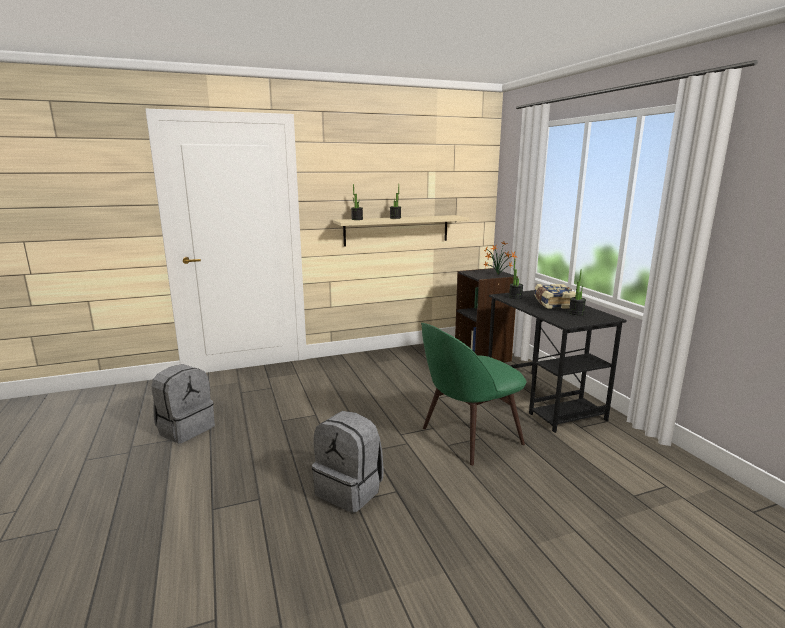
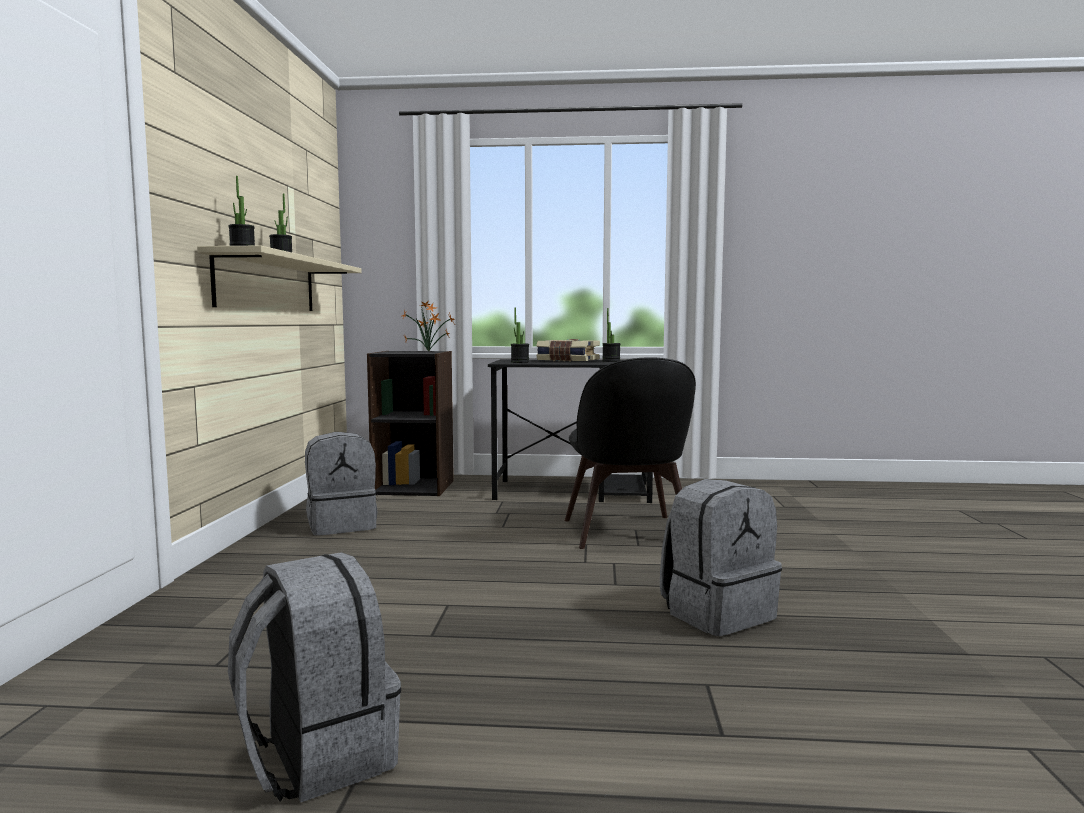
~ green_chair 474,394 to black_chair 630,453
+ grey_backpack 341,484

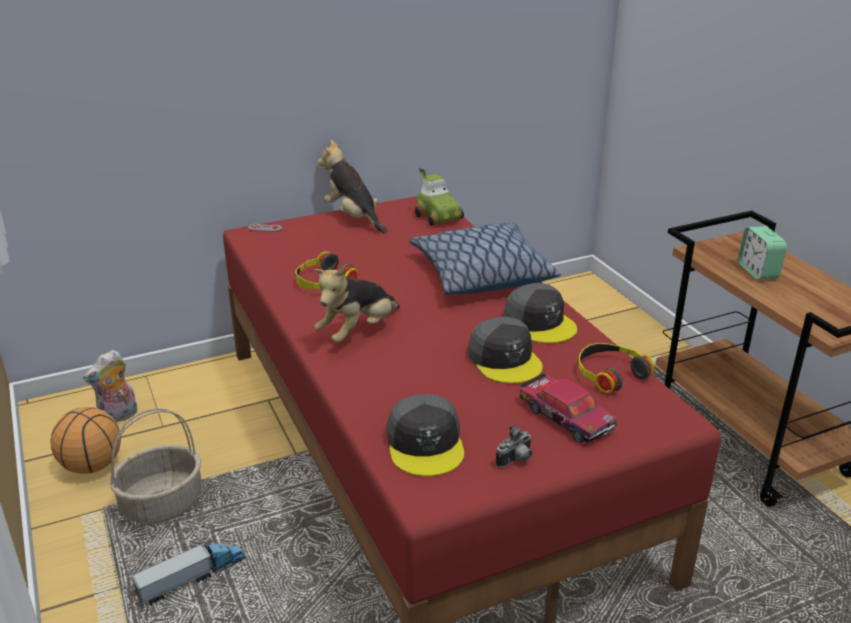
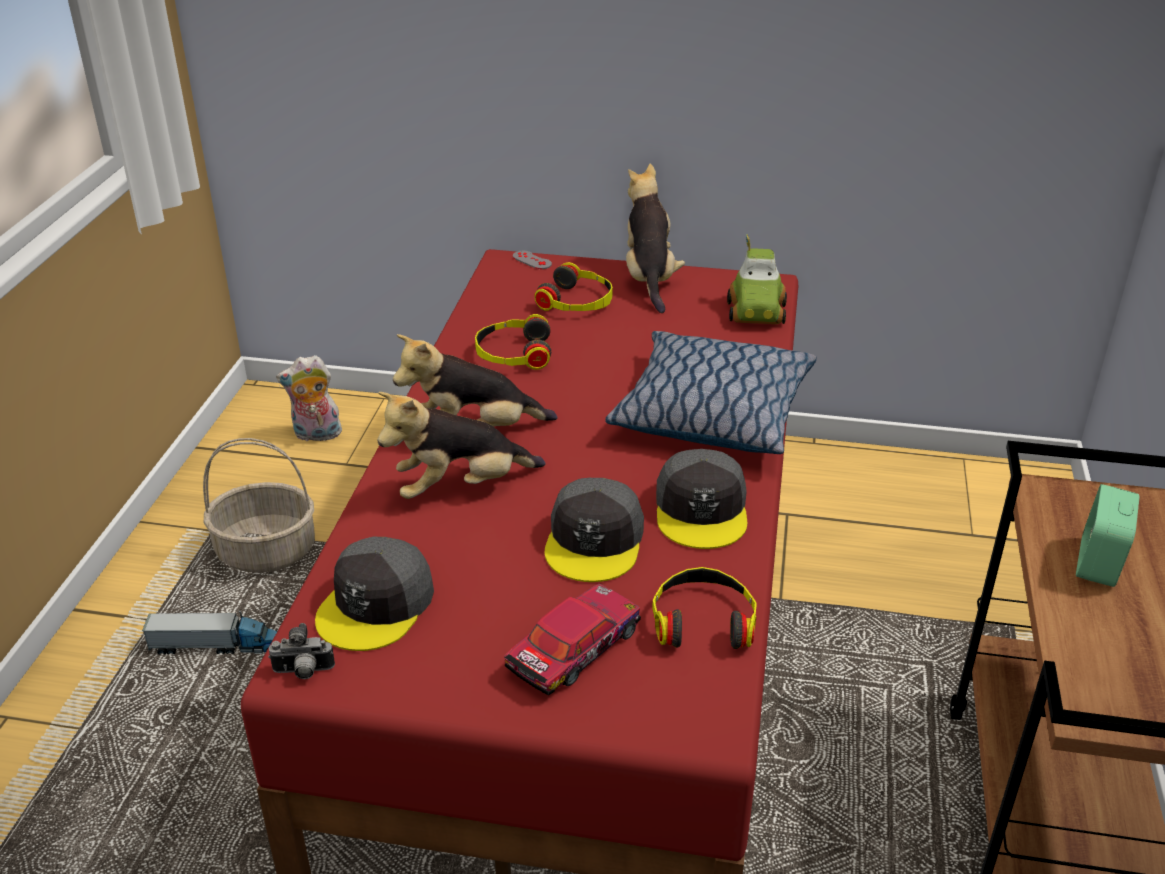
- basketball 85,440
~ photo_camera 514,446 to 301,651
~ toy_car 568,409 = 572,639 135 degrees counterclockwise
+ plush_toy 461,445
+ headphones 573,286

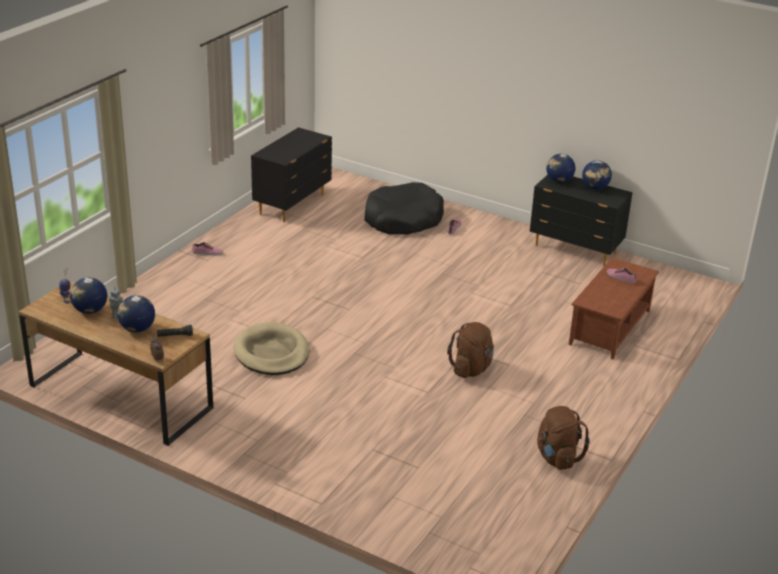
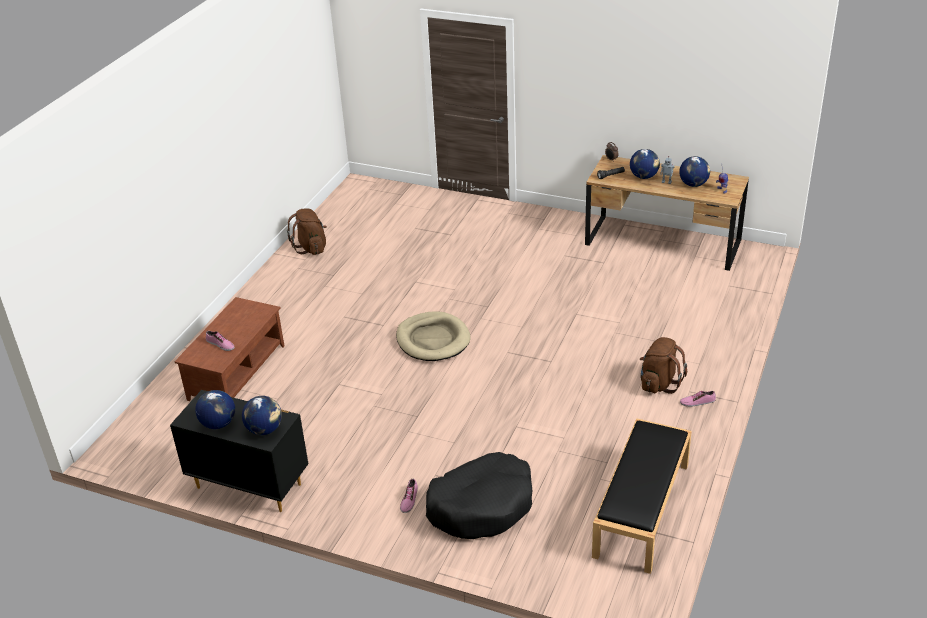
~ beige_dog_bed 271,348 to 433,336
~ black_dresser 291,174 to black_bench 642,496
~ brown_backpack 470,350 to 663,365

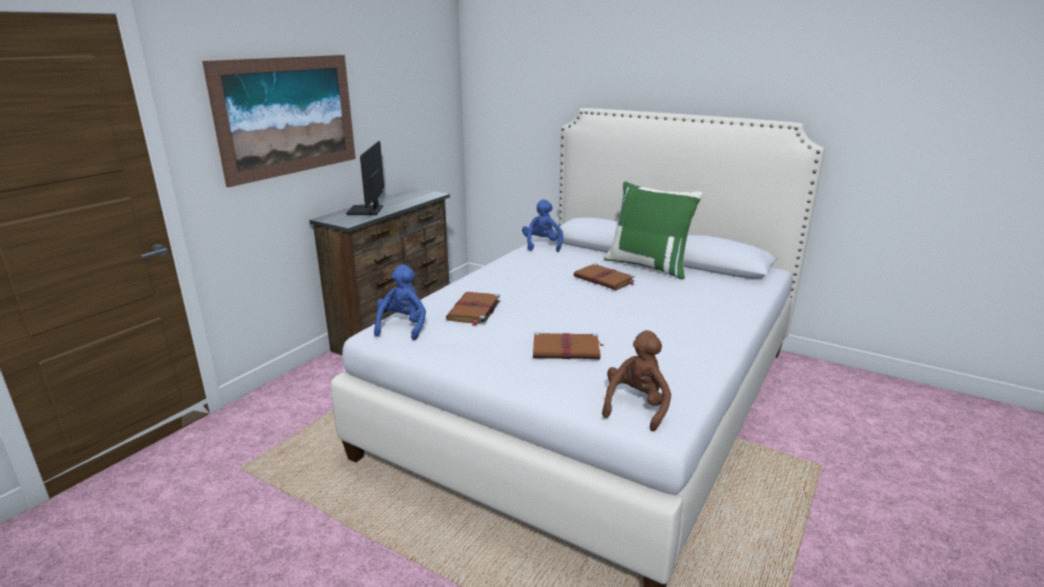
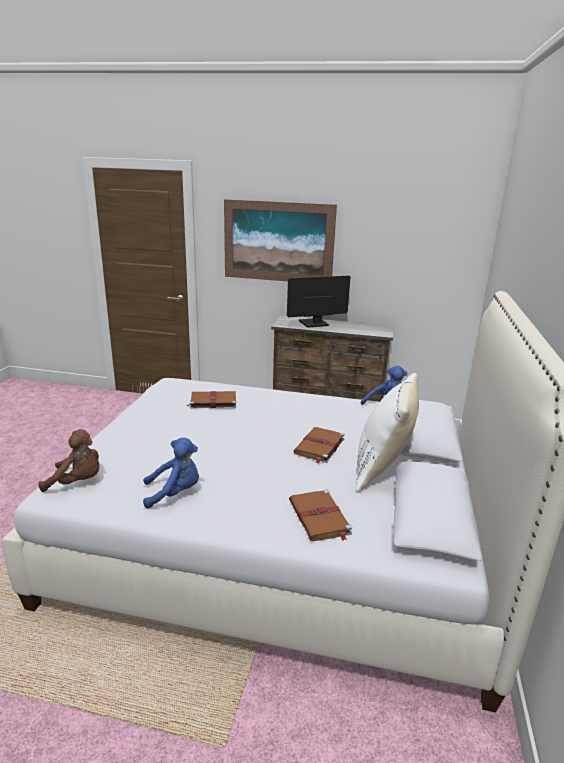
~ blue_plush_toy 400,302 to 171,473
~ brown_book 568,346 to 320,515
~ green_pillow 653,230 to white_pillow 387,432

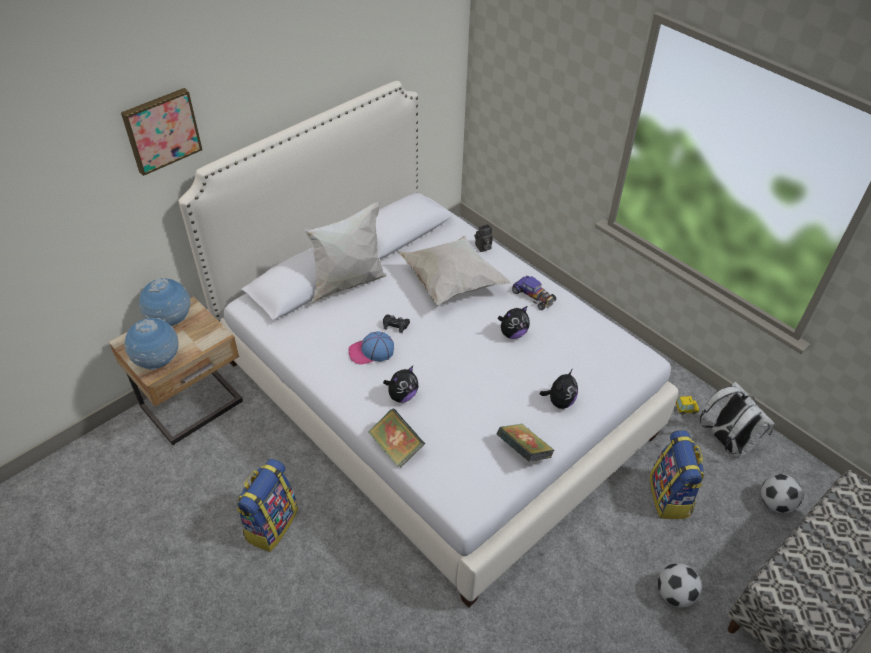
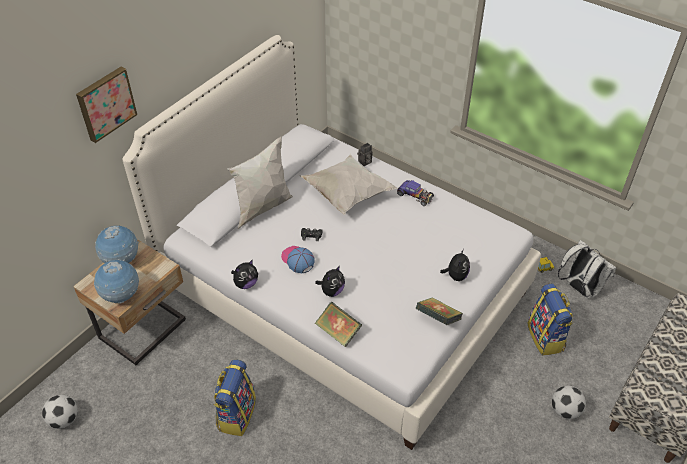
~ cap 371,348 = 298,259 75 degrees clockwise
~ plush_toy 514,322 to 244,274
~ football 782,493 to 60,412

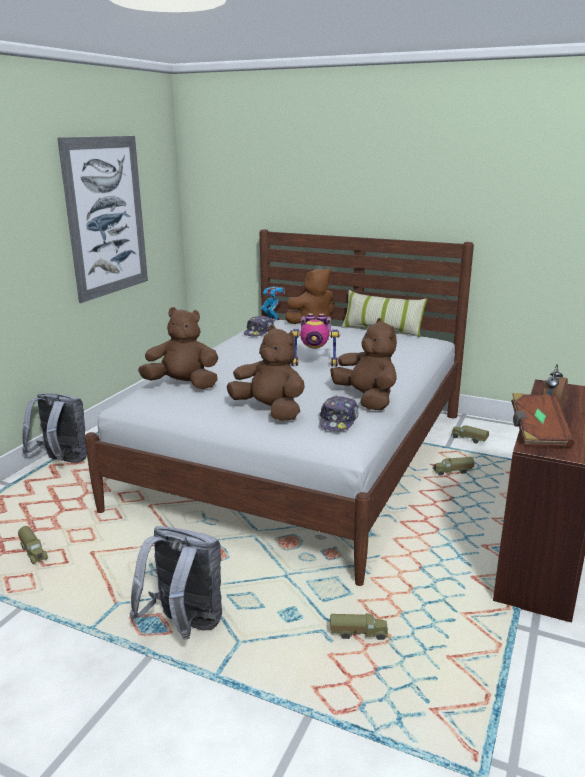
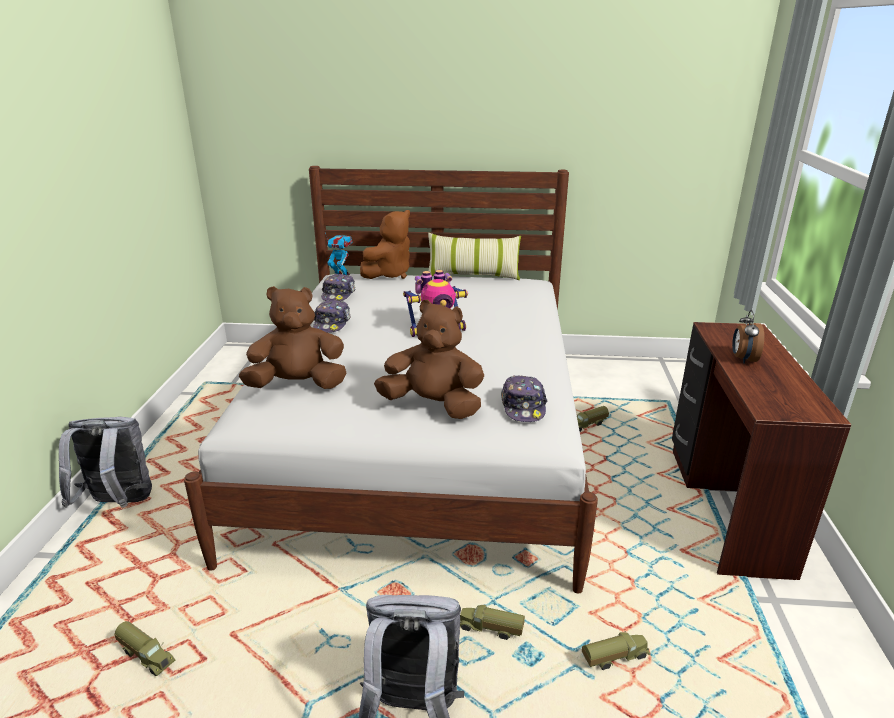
- picture 102,219
- brown_plush_toy 363,364
~ toy_truck 470,434 to 492,622
- brown_book 542,420
+ cap 332,316

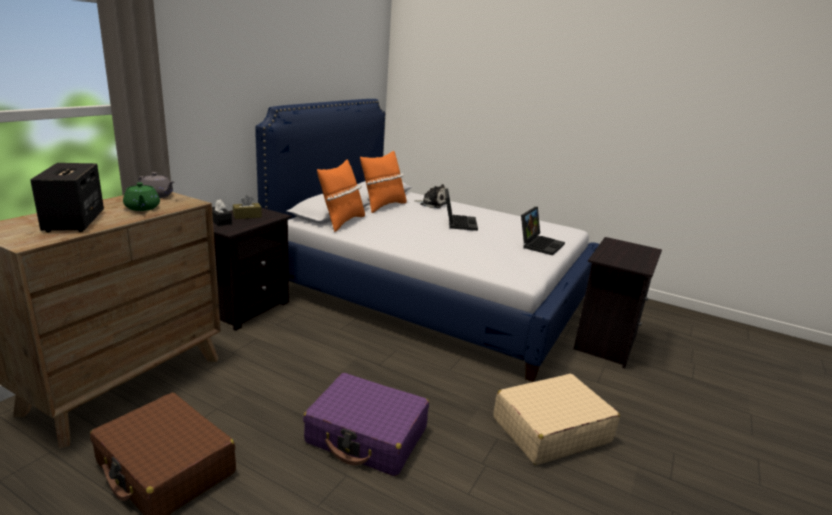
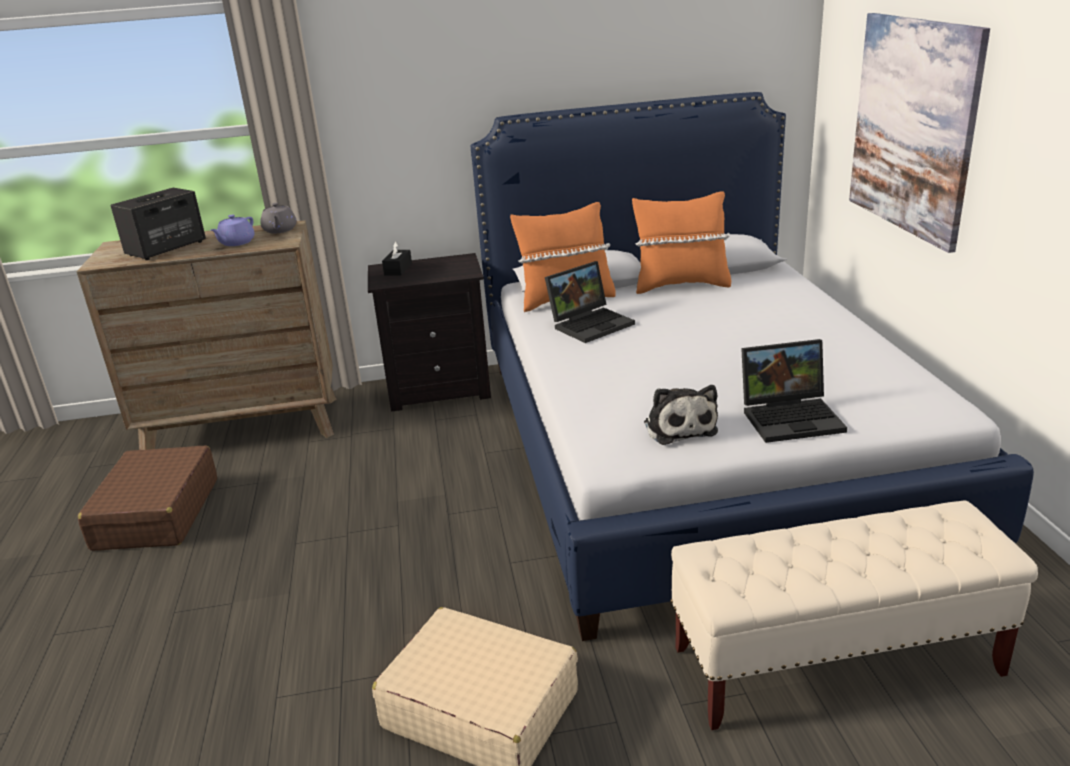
~ green_teapot 141,196 to purple_teapot 232,230
- brown_tissue_box 247,207
- purple_suitcase 366,424
~ plush_toy 430,196 to 681,415
~ laptop 461,209 to 590,302
~ black_nightstand 618,303 to beige_bench 854,615
+ picture 919,133

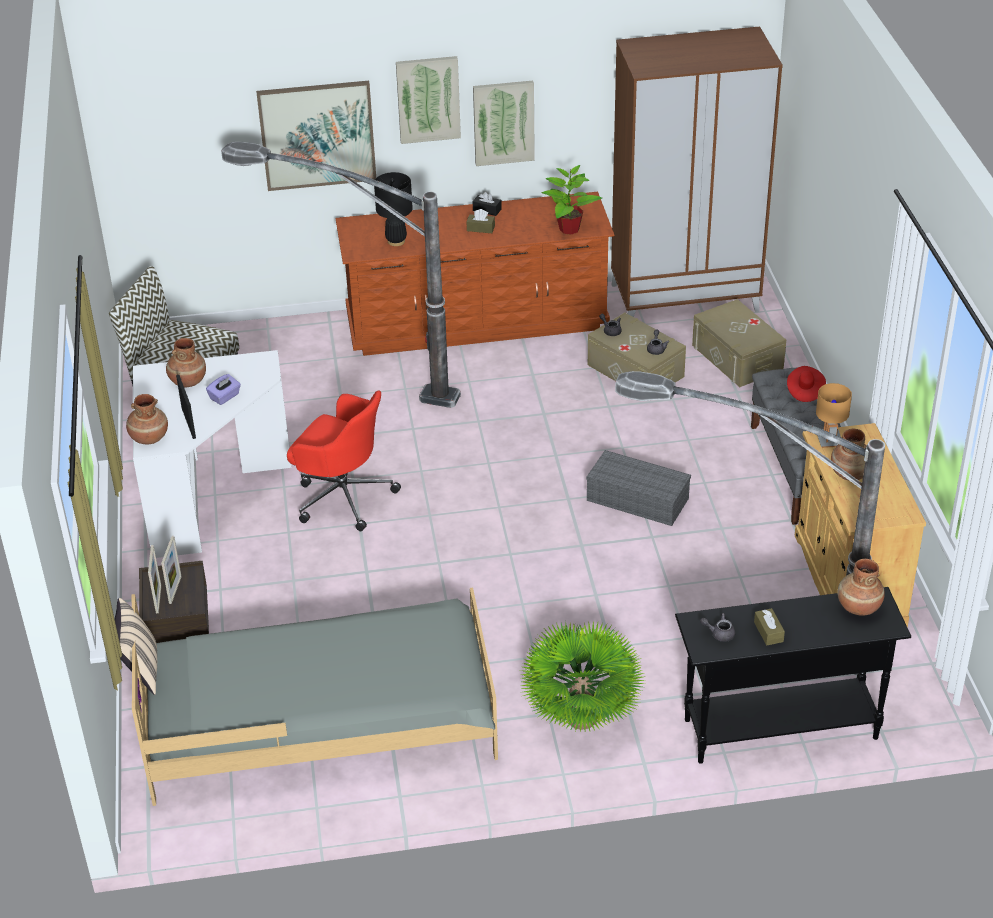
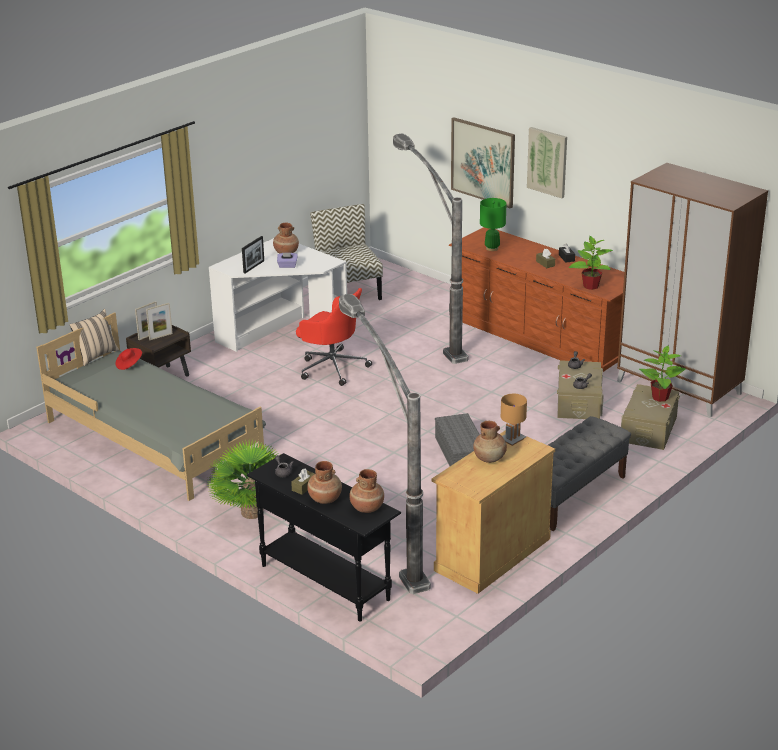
~ brown_vase 147,419 to 324,482
~ red_office_chair 344,460 = 334,337 45 degrees counterclockwise
~ black_table_lamp 393,209 to green_table_lamp 493,224
- picture 504,123
~ red_hat 806,384 to 128,359
+ potted_plant 662,374

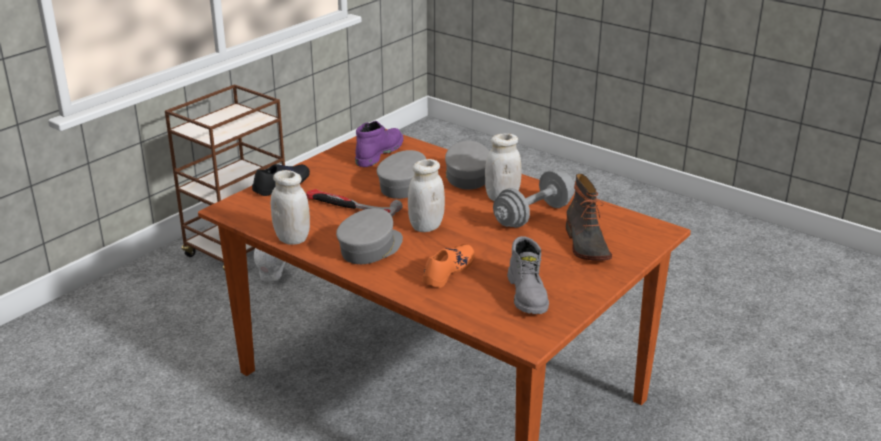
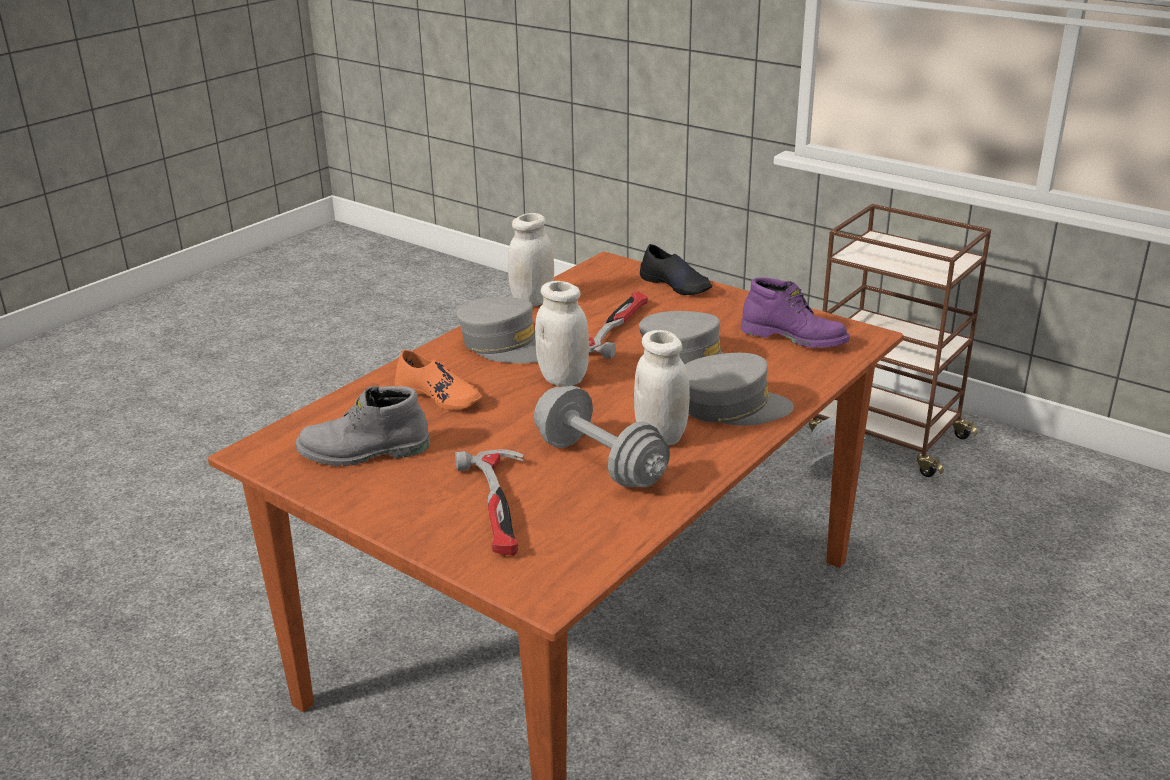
~ boot 589,217 to hammer 489,502

